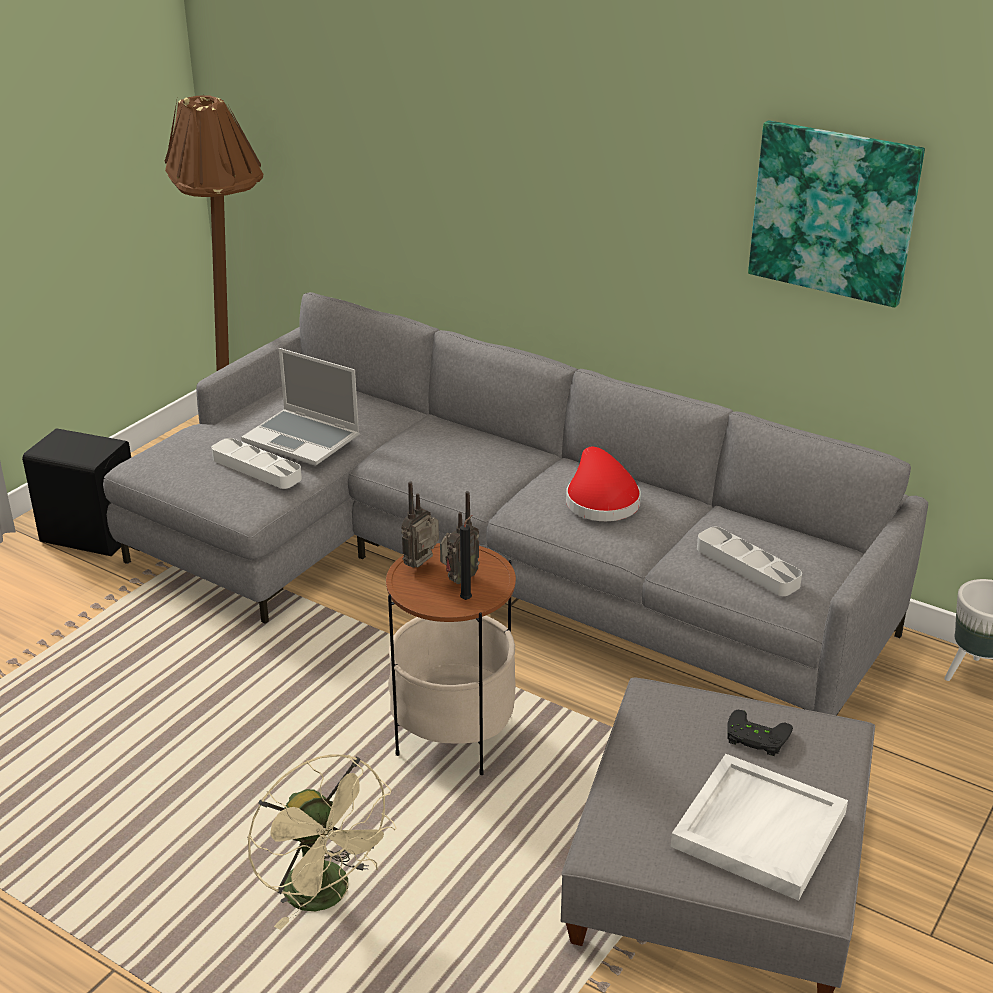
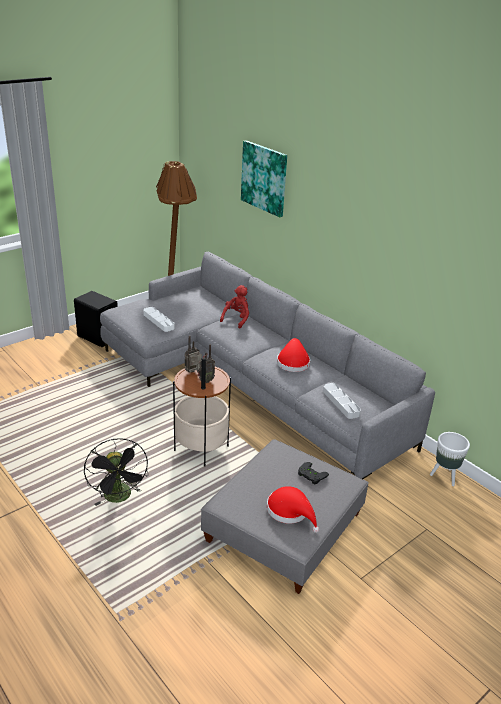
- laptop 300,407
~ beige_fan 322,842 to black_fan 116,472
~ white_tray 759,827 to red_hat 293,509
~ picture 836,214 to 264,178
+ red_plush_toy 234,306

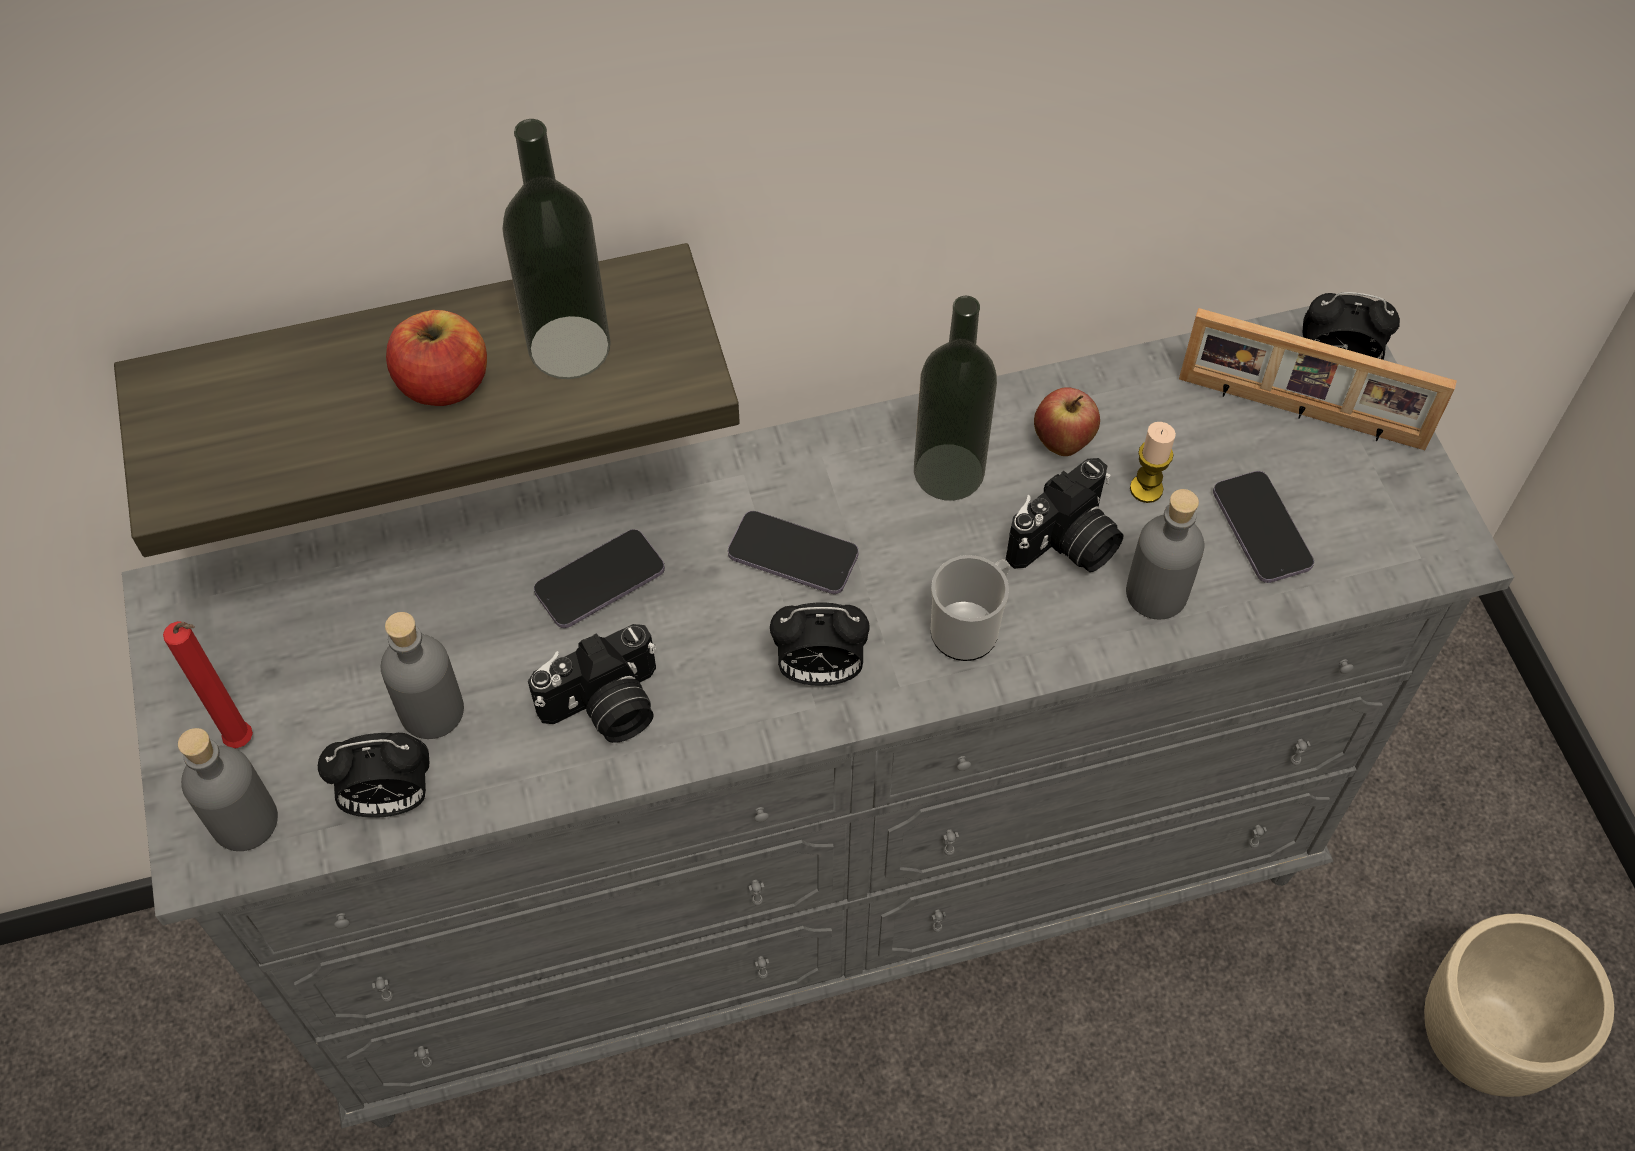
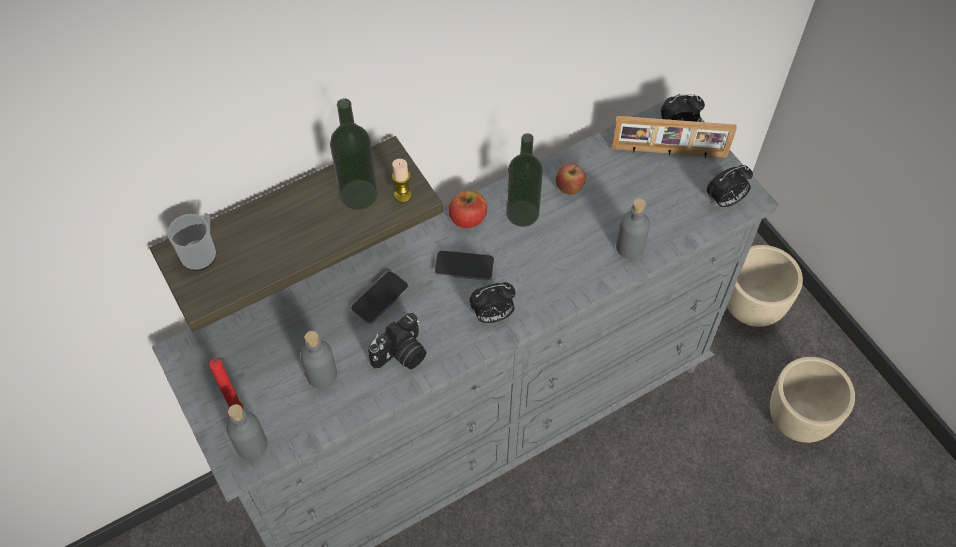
~ alarm_clock 373,775 to 730,186
~ apple 436,358 to 468,209
~ mug 970,608 to 191,242
- photo_camera 1064,515
~ candle 1153,462 to 402,181
- phone 1263,527
+ beige_planter 765,286

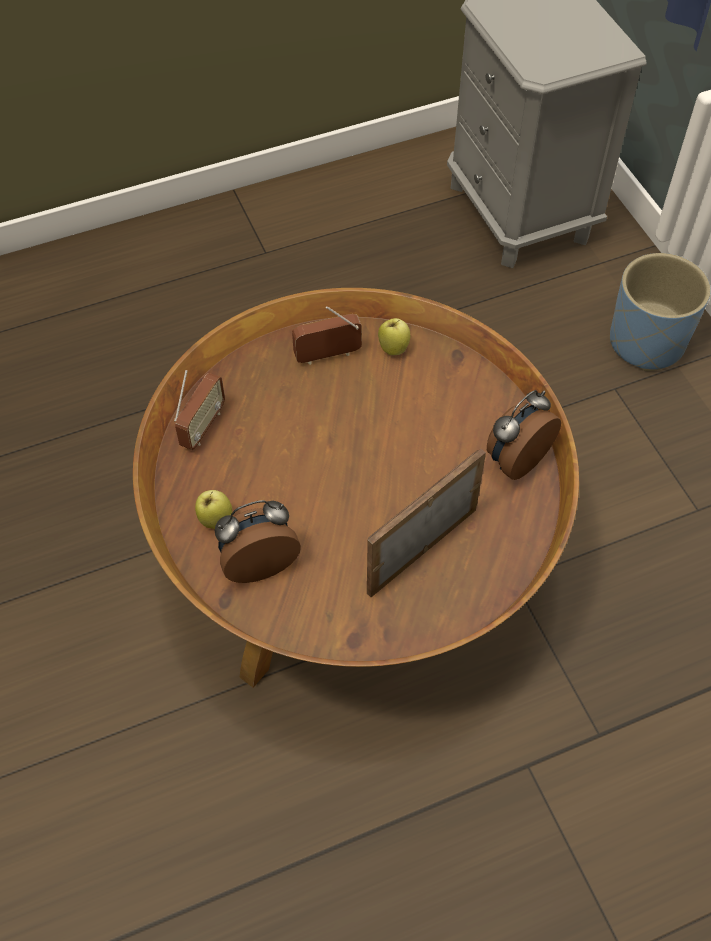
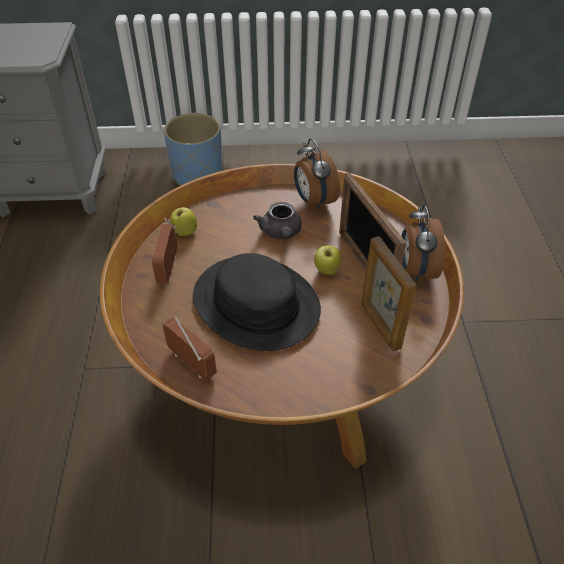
~ apple 213,509 to 327,260
~ alarm_clock 258,541 to 423,243
+ black_hat 257,302
+ grey_teapot 277,220
+ picture_frame 388,293

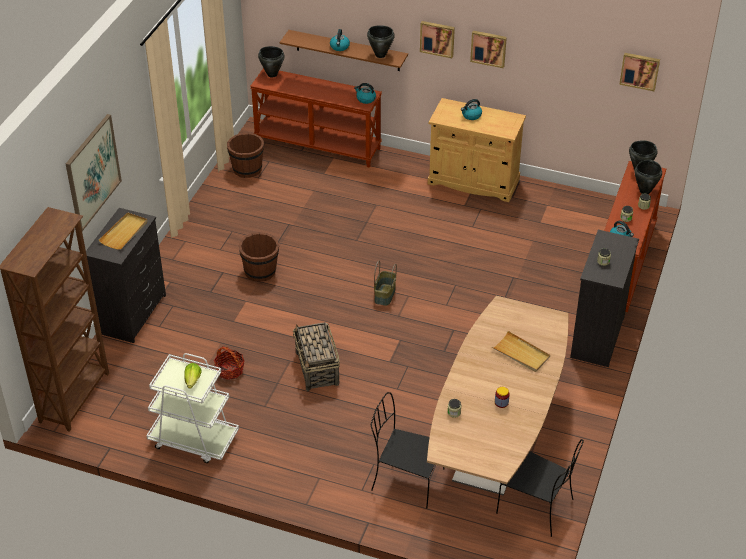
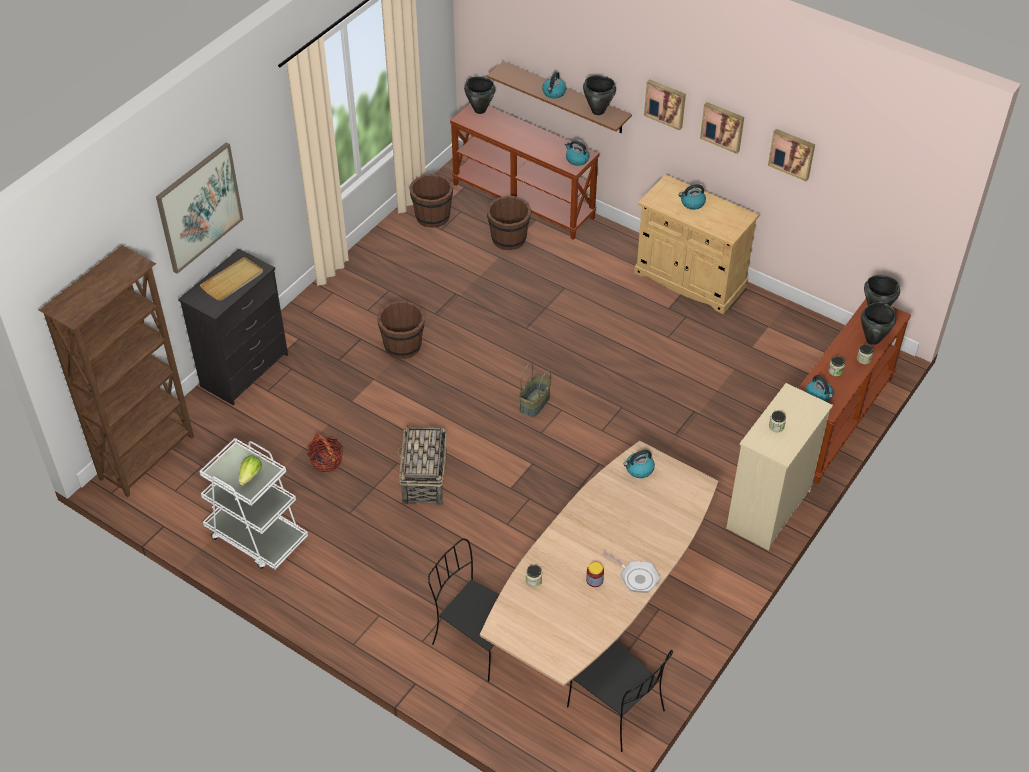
- beige_tray 521,351
~ black_dresser 604,298 to beige_dresser 779,466
~ picture 639,72 to 791,155
+ brown_bucket 509,223
+ frying_pan 631,572
+ kettle 639,464

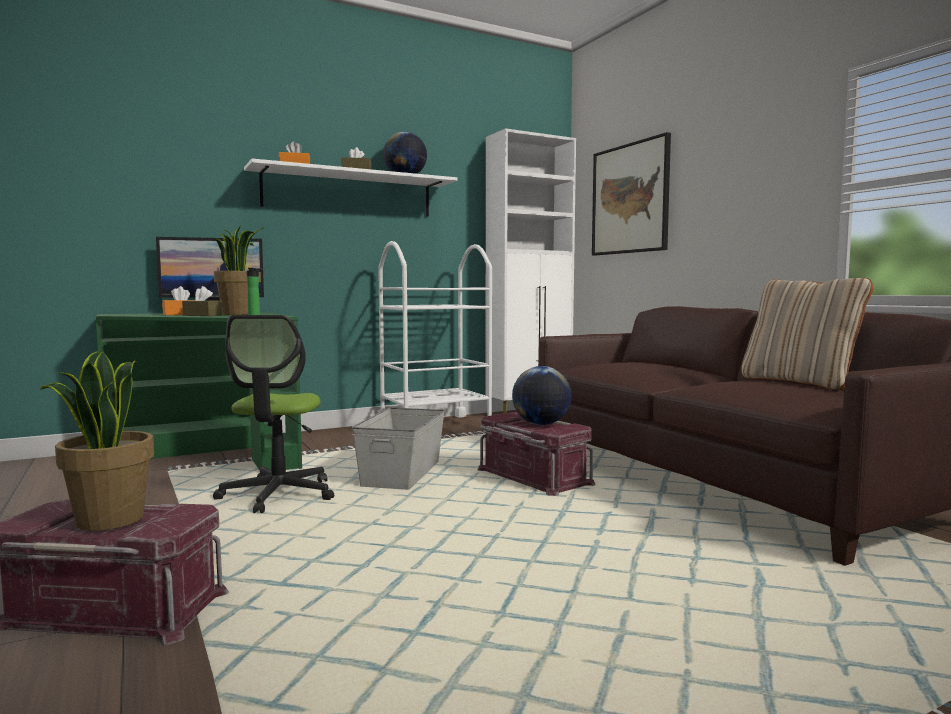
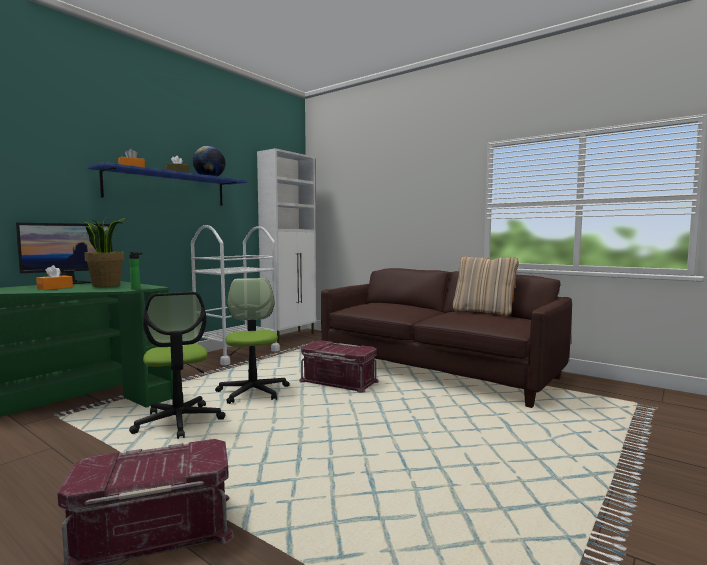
- potted_plant 97,440
- brown_tissue_box 202,301
~ white_shelf 351,188 to blue_shelf 167,183
~ grey_storage_box 398,449 to office_chair 252,341
- globe 542,395
- picture 631,193

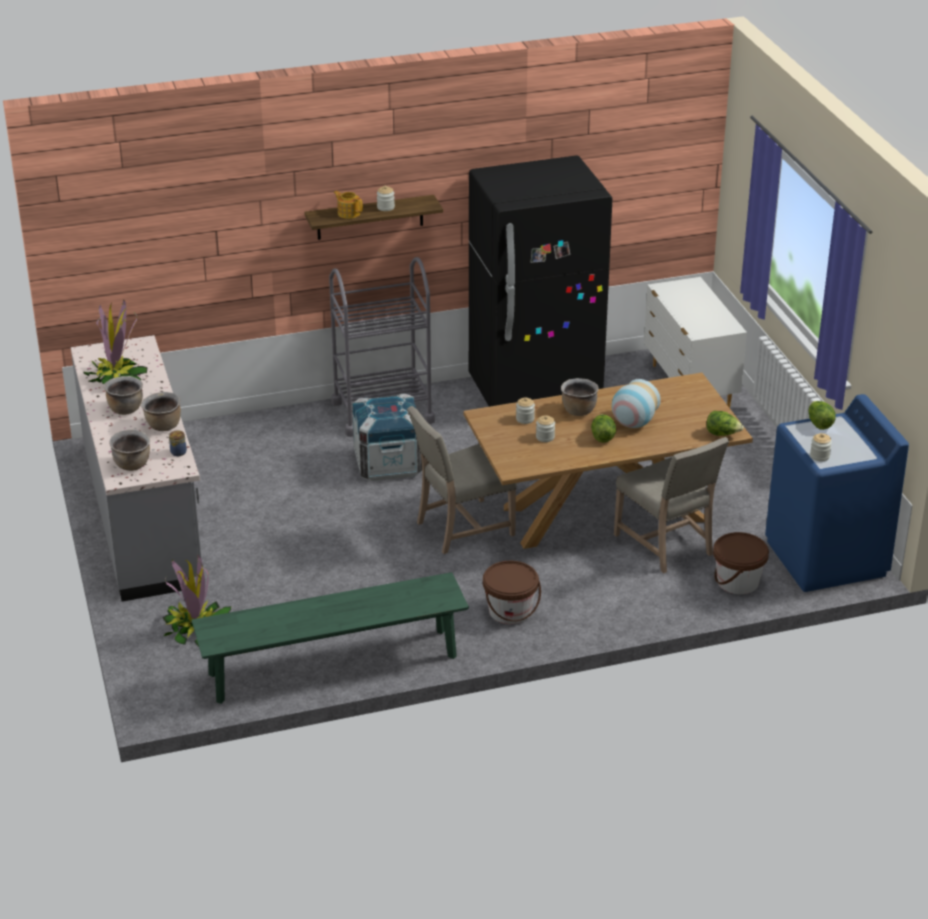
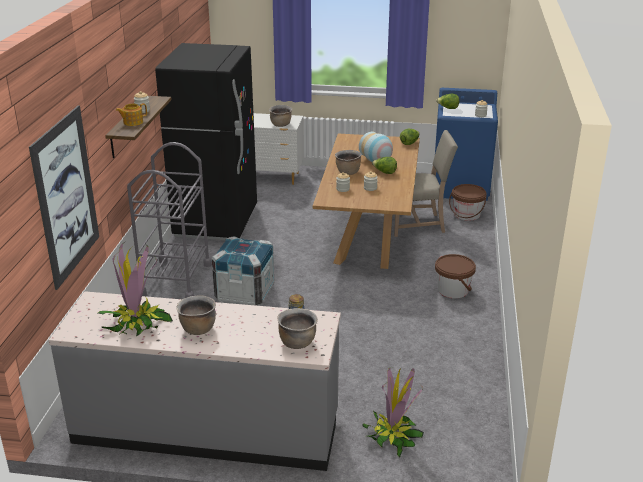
~ brown_cooking_pot 161,411 to 280,116
- green_bench 330,638
- beige_chair 462,480
+ picture 64,197

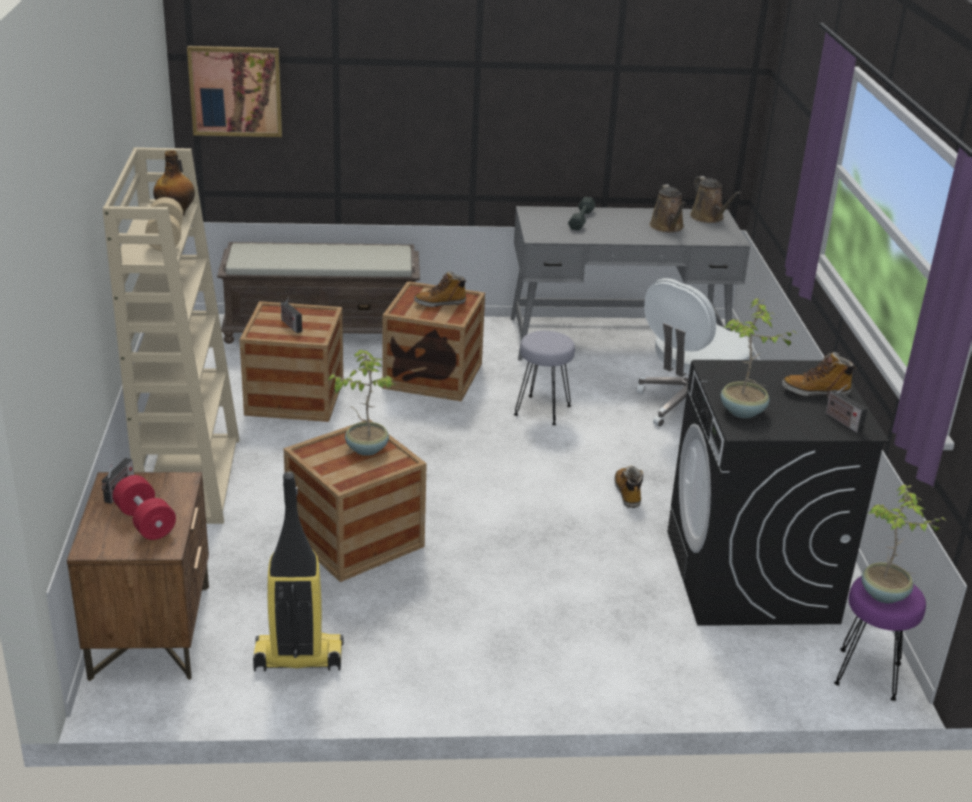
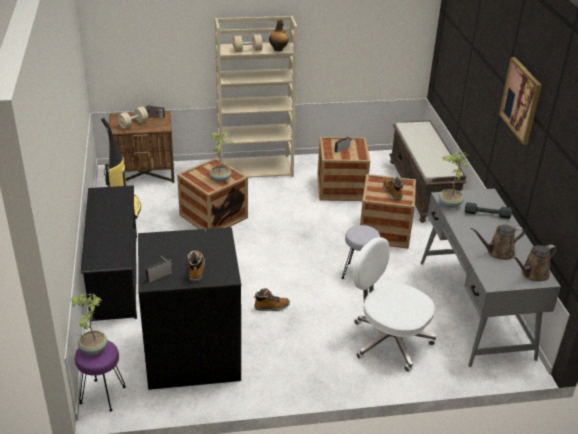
~ red_dumbbell 144,507 to beige_dumbbell 133,118
~ picture 234,91 to 520,101
~ potted_plant 758,358 to 453,180
+ black_shoe_rack 108,253

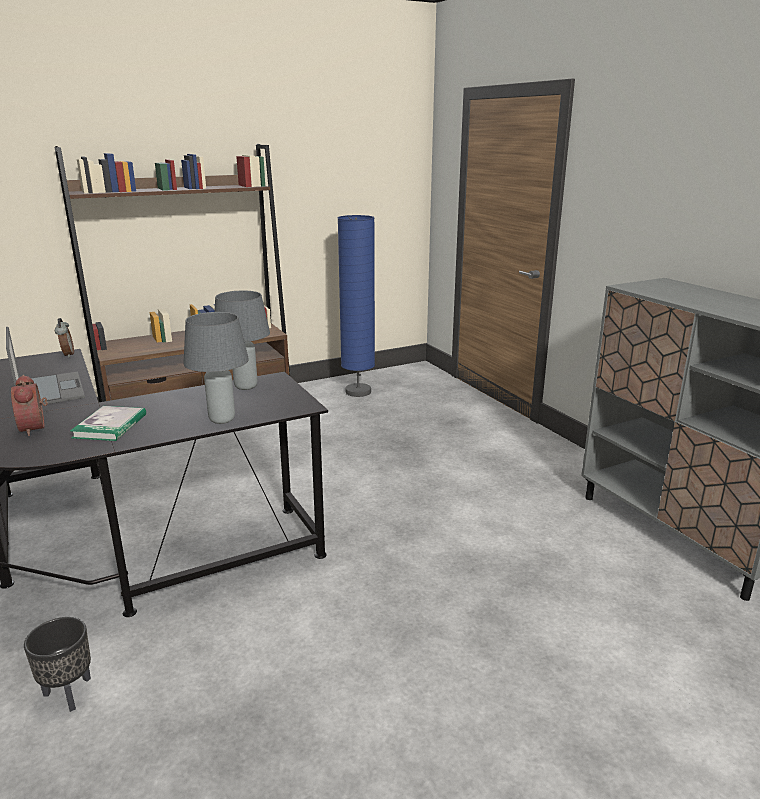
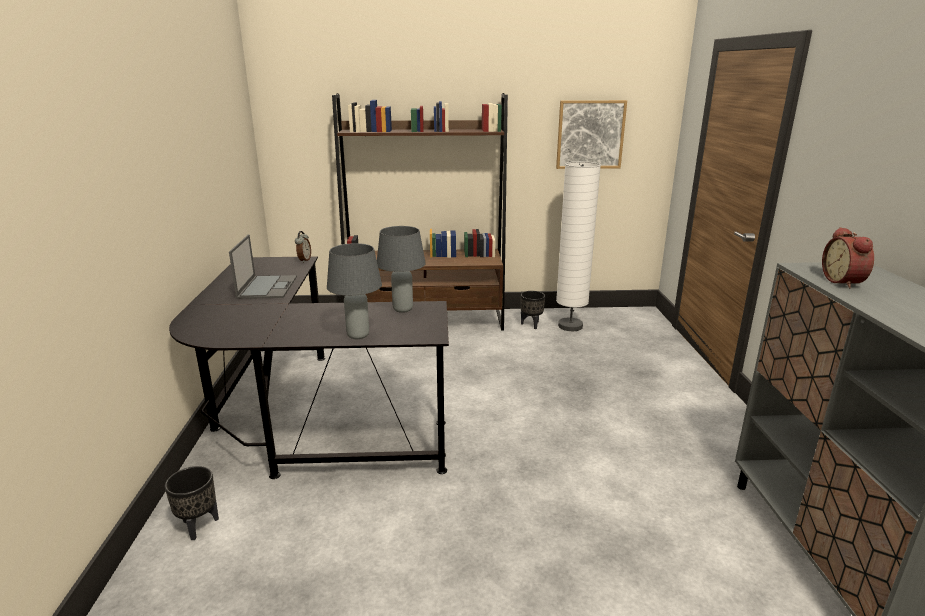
~ alarm_clock 29,405 to 848,258
- book 108,423
~ blue_floor_lamp 356,306 to white_floor_lamp 578,246
+ black_planter 533,310
+ picture 591,134

